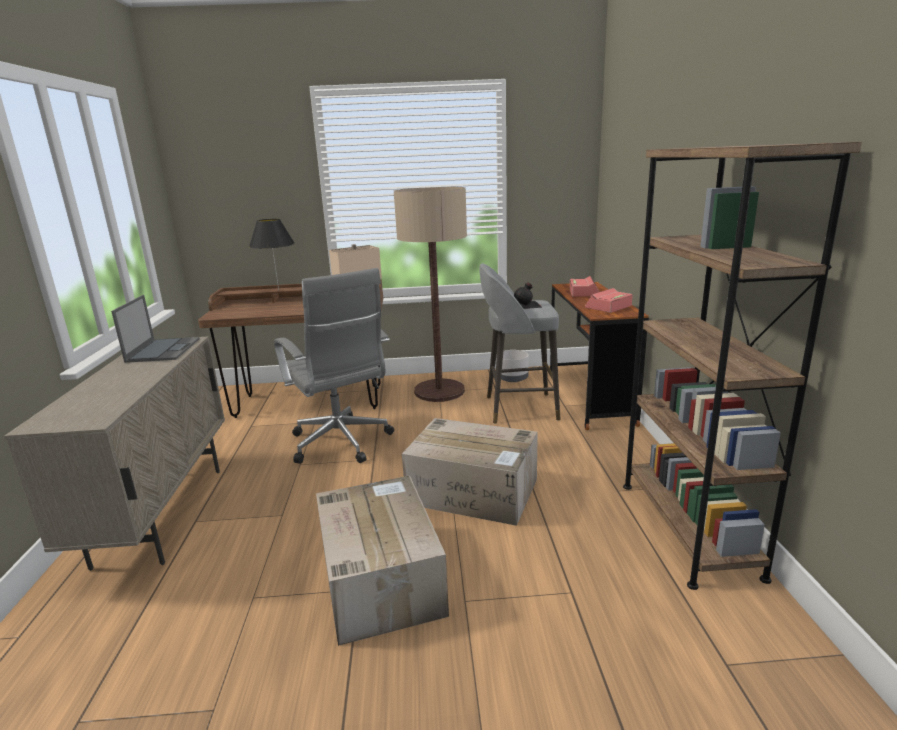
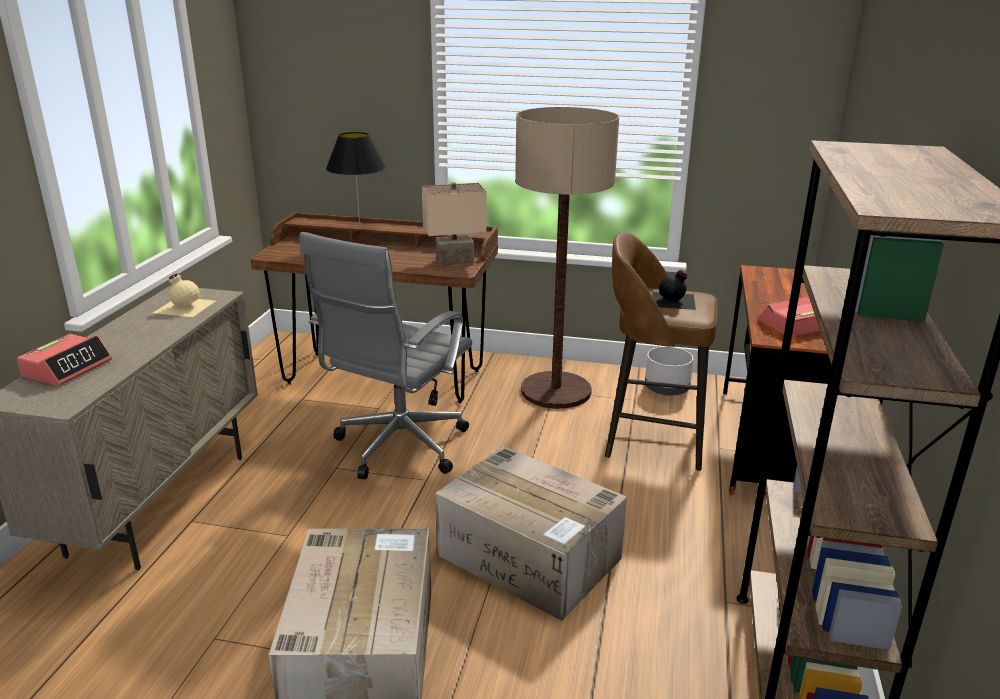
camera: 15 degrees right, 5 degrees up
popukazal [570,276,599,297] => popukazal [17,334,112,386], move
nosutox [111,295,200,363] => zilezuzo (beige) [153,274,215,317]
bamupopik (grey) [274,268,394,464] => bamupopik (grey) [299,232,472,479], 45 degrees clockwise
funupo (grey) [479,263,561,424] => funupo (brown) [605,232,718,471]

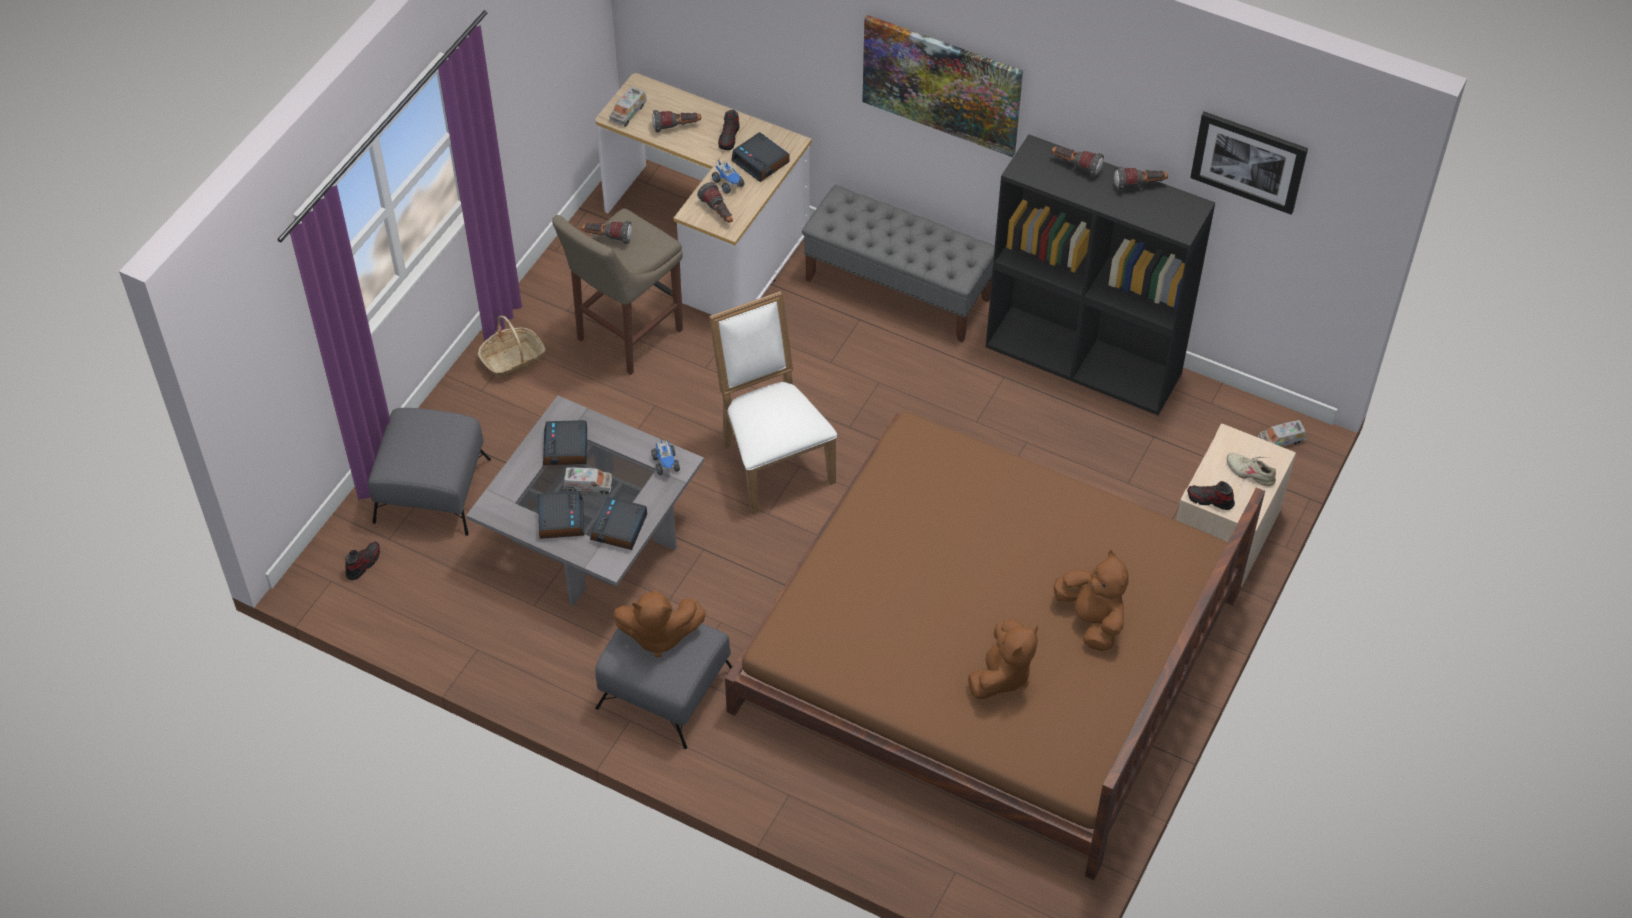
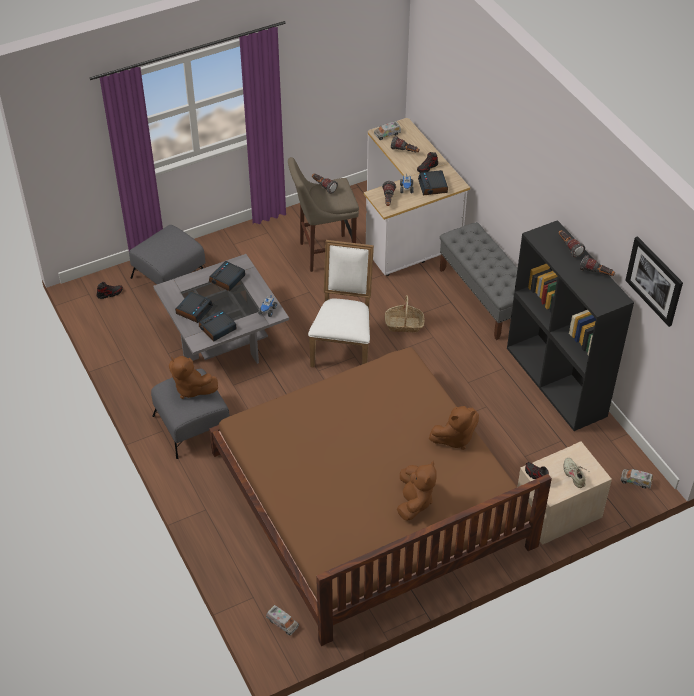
camera: 35 degrees right, 5 degrees down
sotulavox [563,467,612,495] => sotulavox [266,605,299,636], move
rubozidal [478,315,545,379] => rubozidal [385,295,425,333], move
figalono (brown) [968,619,1038,699] => figalono (brown) [429,406,479,450], move
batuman [862,15,1023,157] => nothing

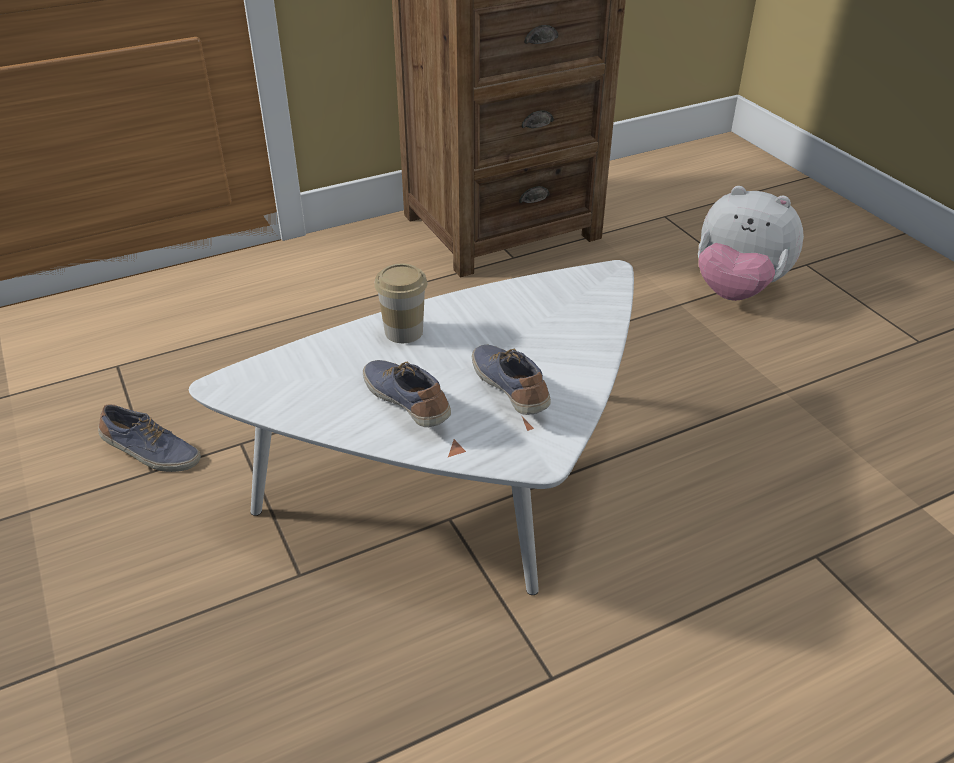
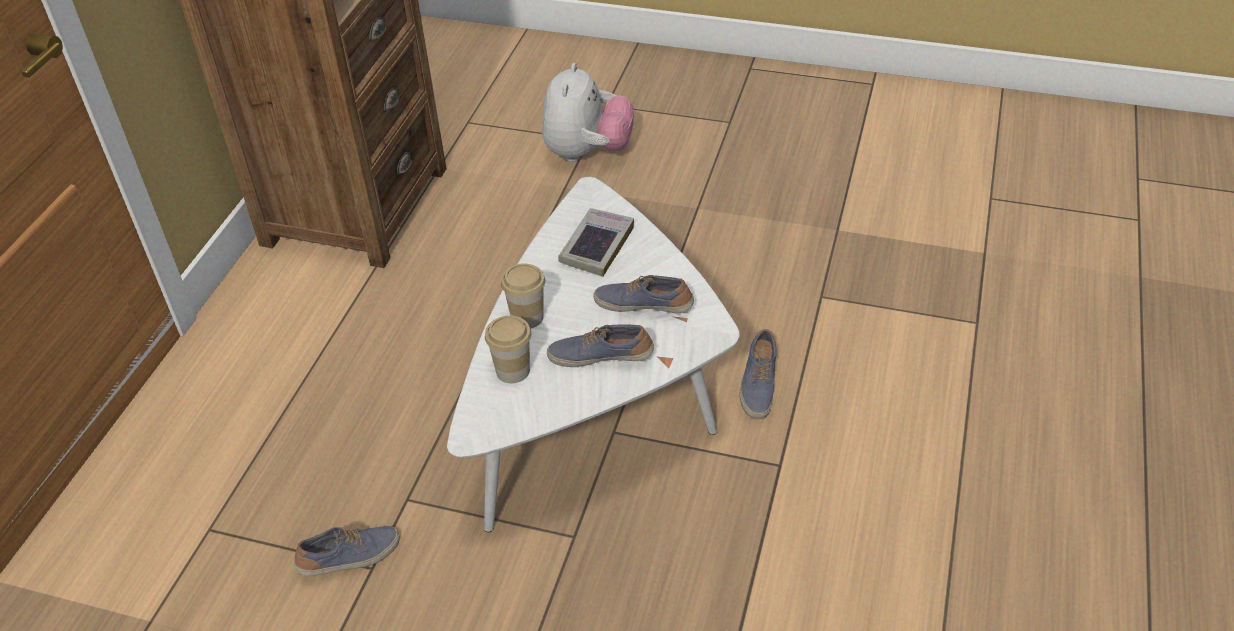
camera: 45 degrees left, 5 degrees up
nothing => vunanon [485,316,531,383]
figalono [698,186,804,301] => figalono [542,63,634,162], 60 degrees counterclockwise
nothing => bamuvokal [558,208,634,277]
nothing => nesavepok [739,329,777,419]

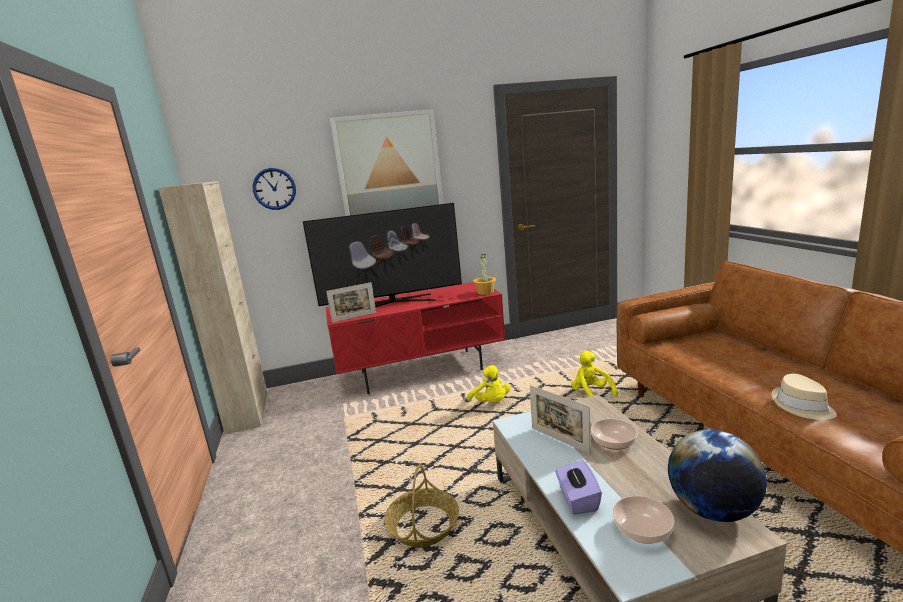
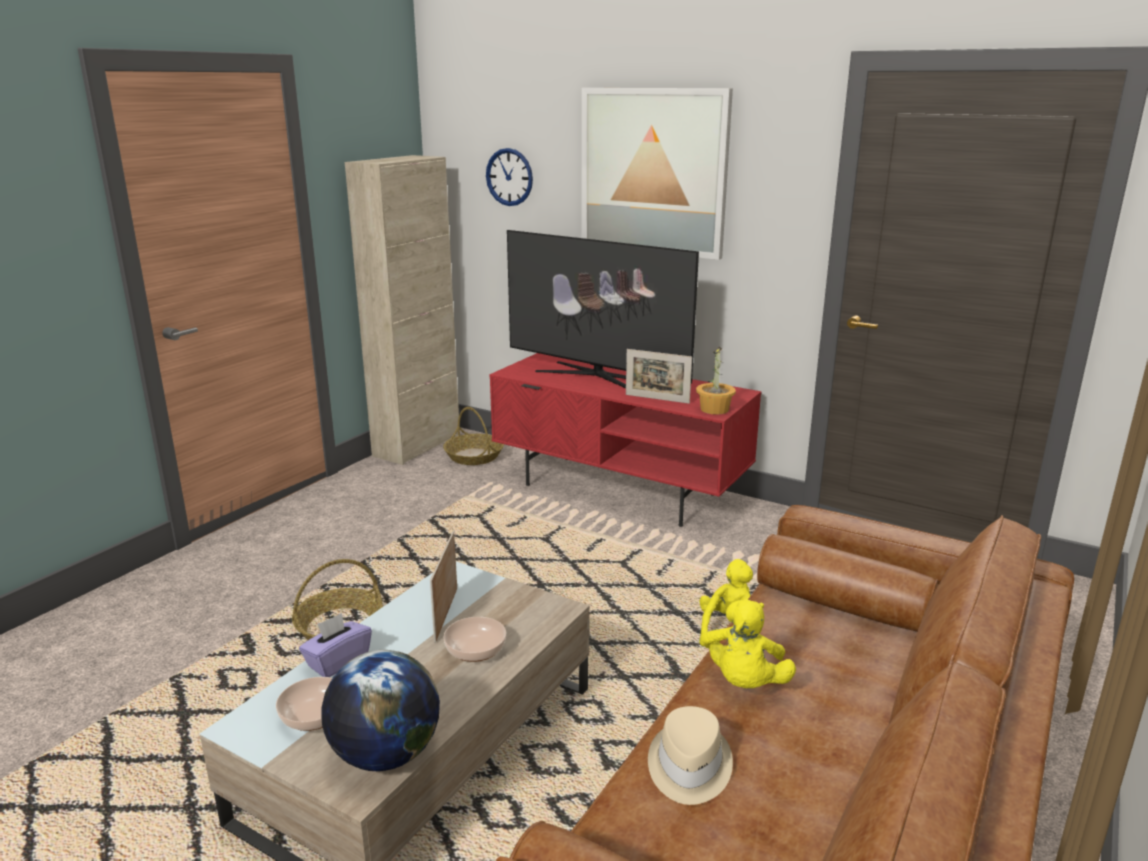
camera: 45 degrees right, 5 degrees up
nothing => rubozidal [443,407,504,465]
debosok [326,282,376,322] => debosok [626,349,692,404], move
figalono (yellow) [467,365,510,402] => figalono (yellow) [702,599,796,688], move

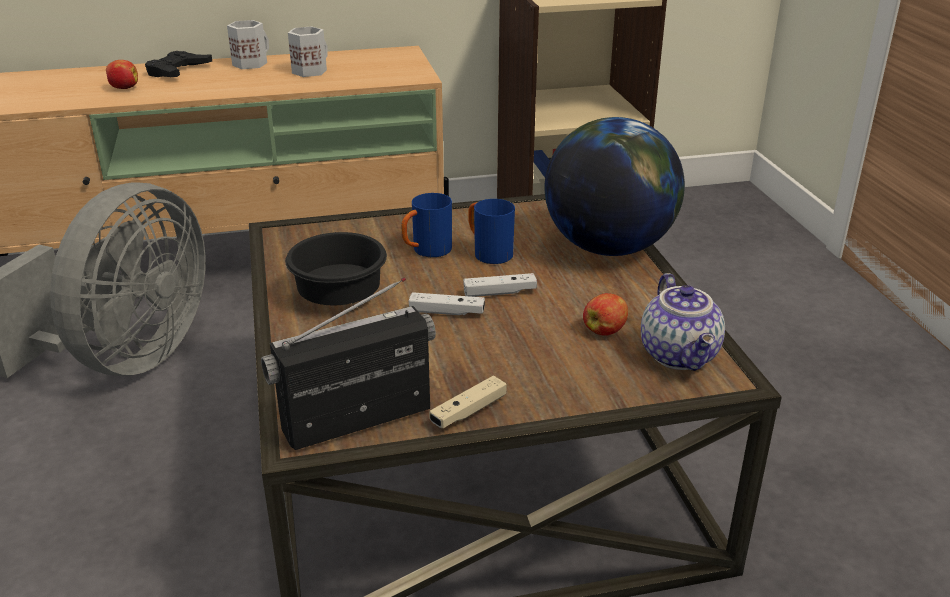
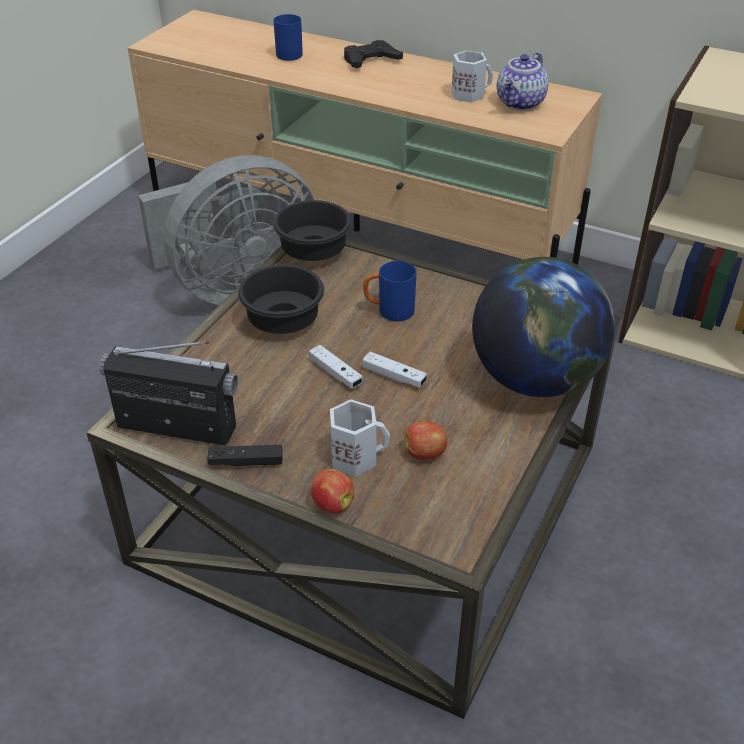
camera: 40 degrees right, 10 degrees up
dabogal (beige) [429,376,507,428] => dabogal (black) [208,445,283,466]
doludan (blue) [468,199,515,264] => doludan (blue) [273,14,303,61], move
nothing => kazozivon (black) [273,200,352,261]
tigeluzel [106,60,138,89] => tigeluzel [311,469,354,513], move
doludan (white) [227,20,269,69] => doludan (white) [330,399,390,477], move
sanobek [641,273,725,371] => sanobek [497,52,549,111], move

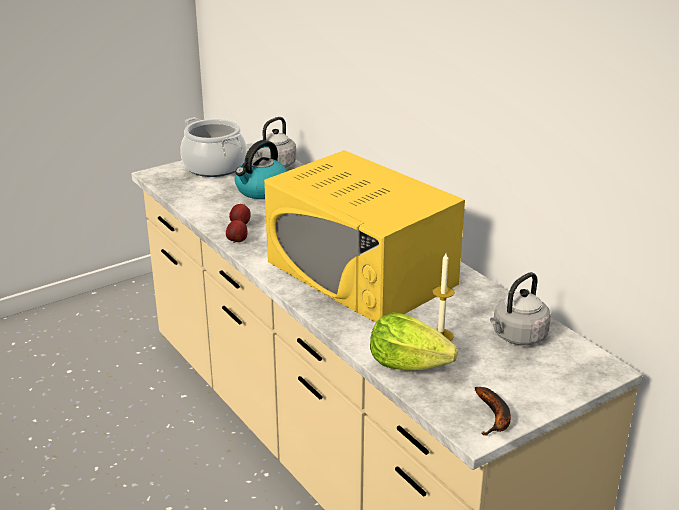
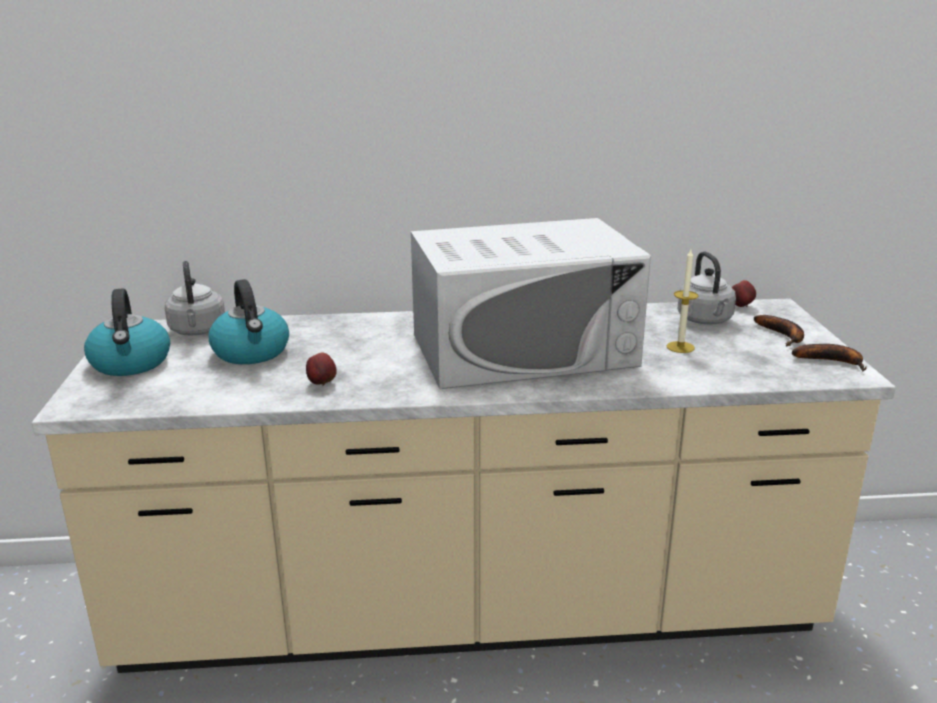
camera: 60 degrees left, 5 degrees down
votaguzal [180,117,247,177] => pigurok [84,288,170,376]
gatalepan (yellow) [264,150,465,323] => gatalepan (white) [411,218,651,389]
tigeluzel [226,220,248,243] => tigeluzel [732,280,756,307], move
nothing => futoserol [754,315,804,347]
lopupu [370,312,458,370] => nothing

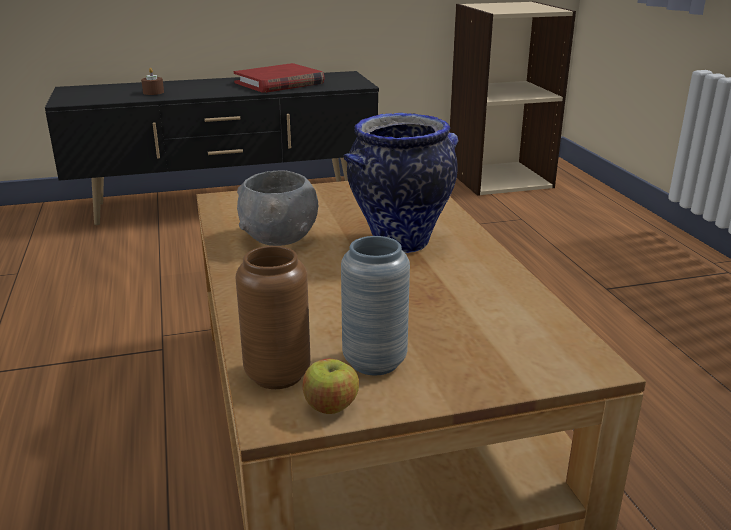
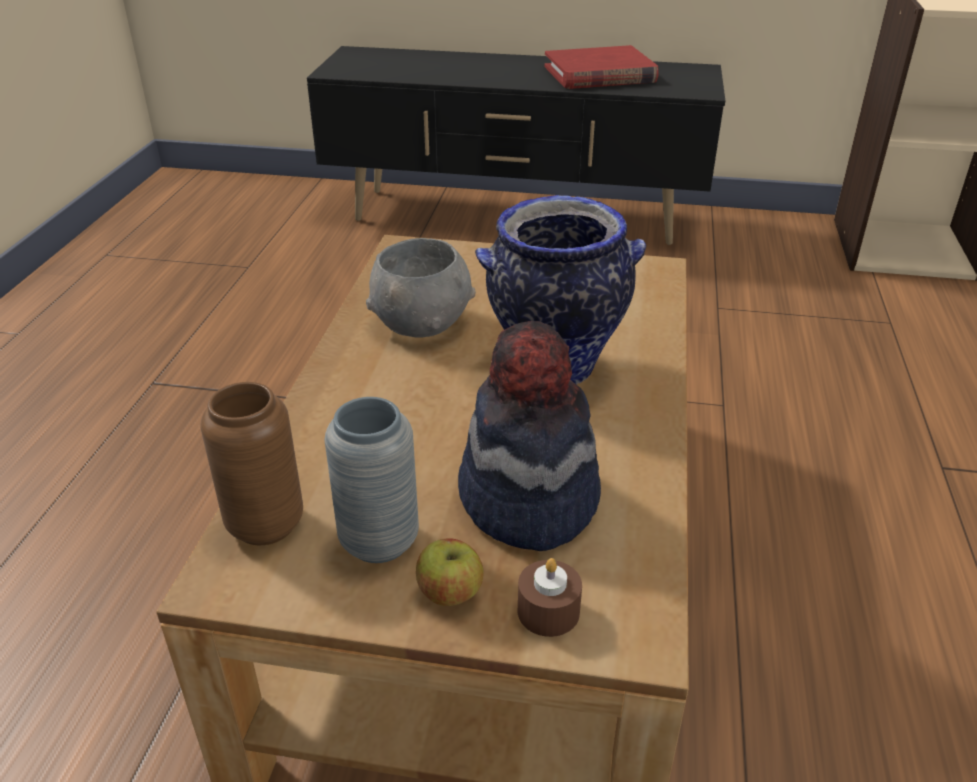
camera: 25 degrees right, 10 degrees up
tigeluzel [303,359,359,414] => tigeluzel [416,538,484,606], move
nothing => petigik [458,321,601,551]
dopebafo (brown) [141,68,164,95] => dopebafo (brown) [518,558,582,637], move

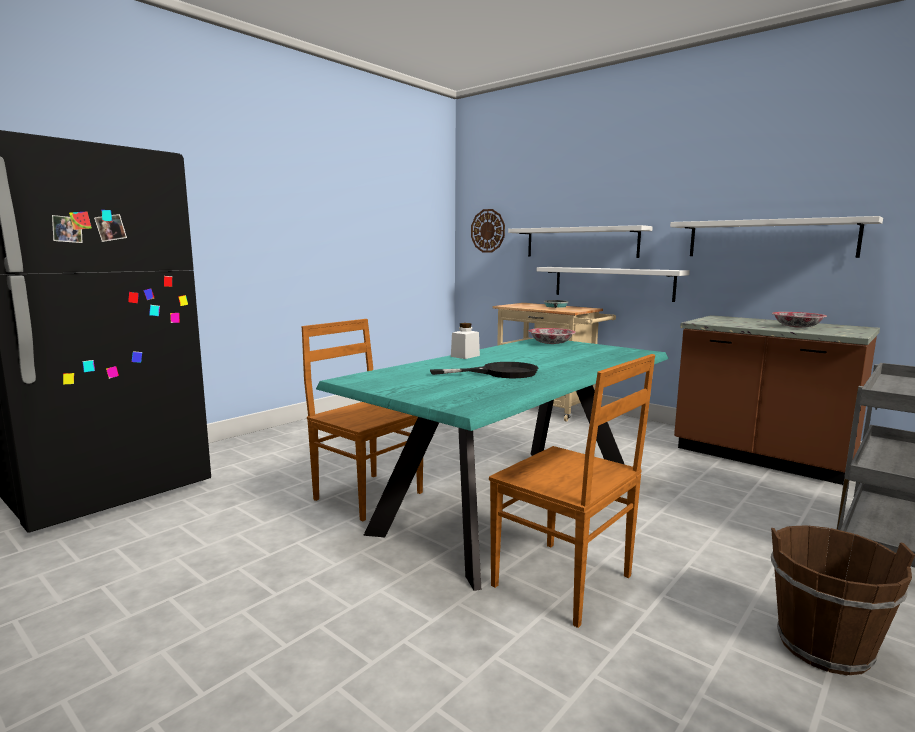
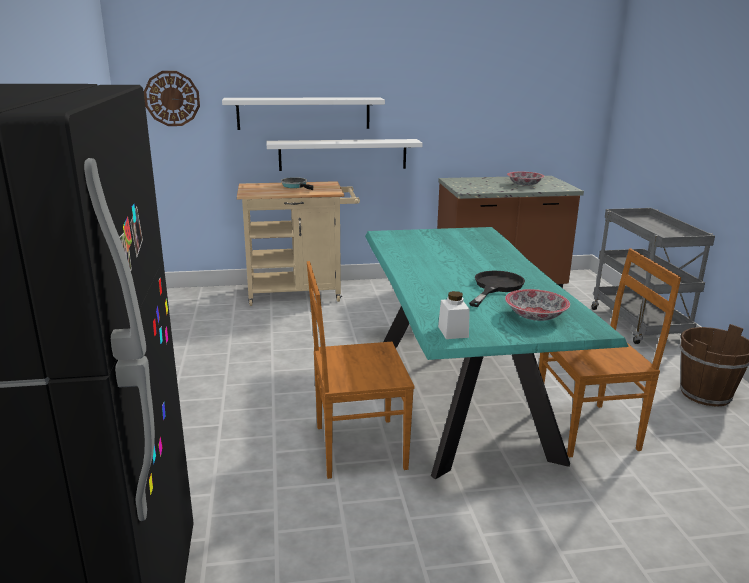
camera: 50 degrees left, 10 degrees up
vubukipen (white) [451,323,480,359] => vubukipen (white) [438,291,470,339], move
kazozivon [528,328,576,344] => kazozivon [505,289,570,321], move
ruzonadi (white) [670,216,883,258] => nothing

